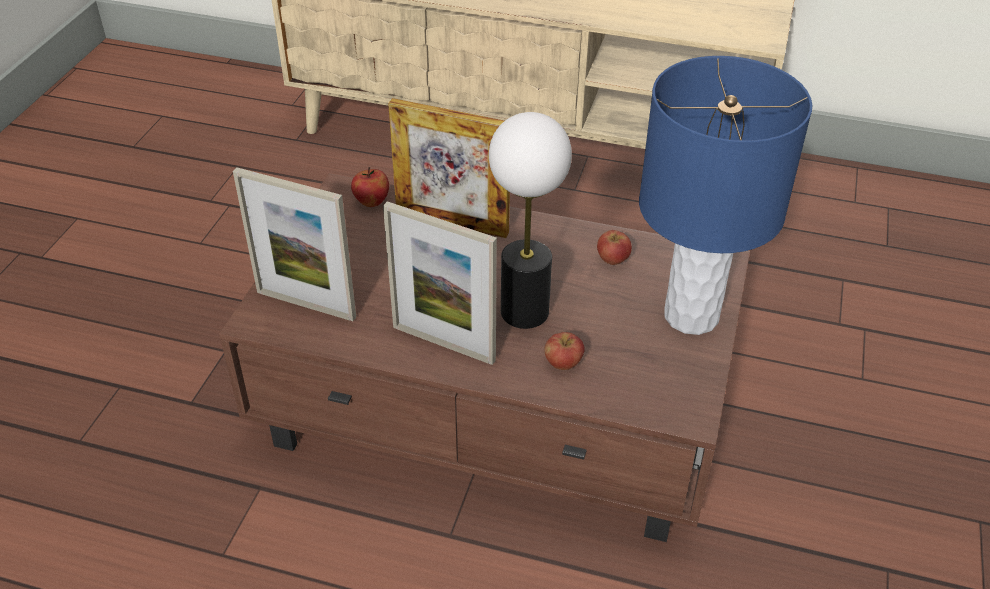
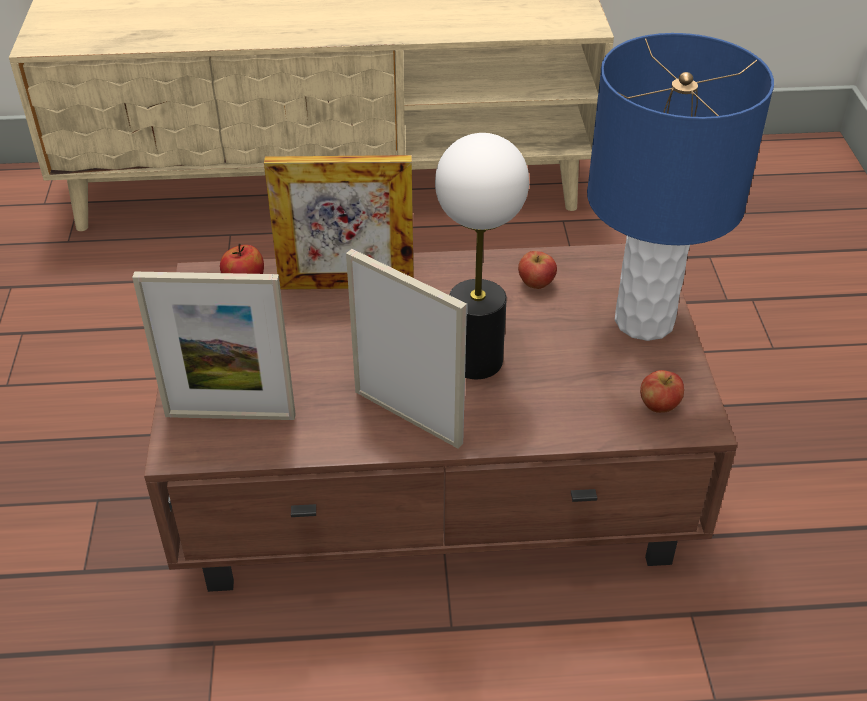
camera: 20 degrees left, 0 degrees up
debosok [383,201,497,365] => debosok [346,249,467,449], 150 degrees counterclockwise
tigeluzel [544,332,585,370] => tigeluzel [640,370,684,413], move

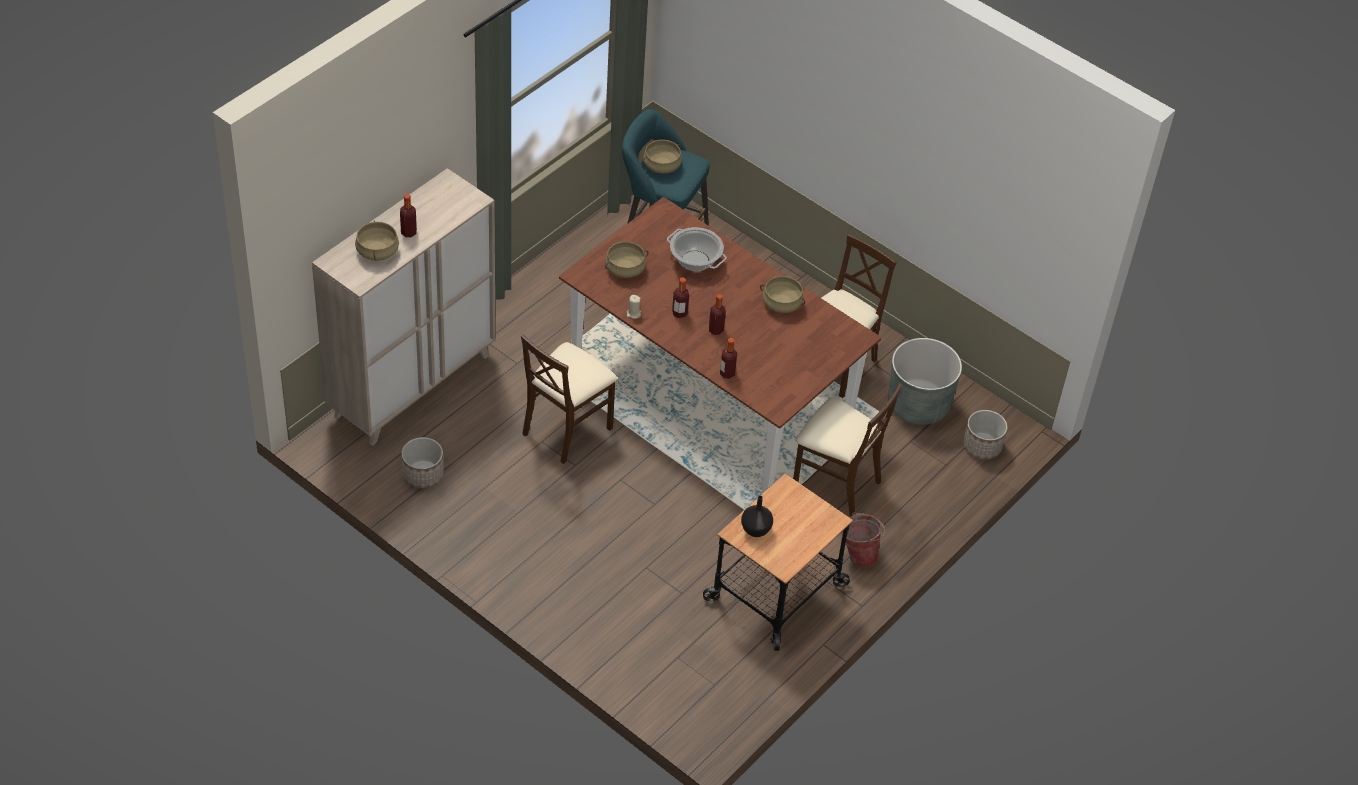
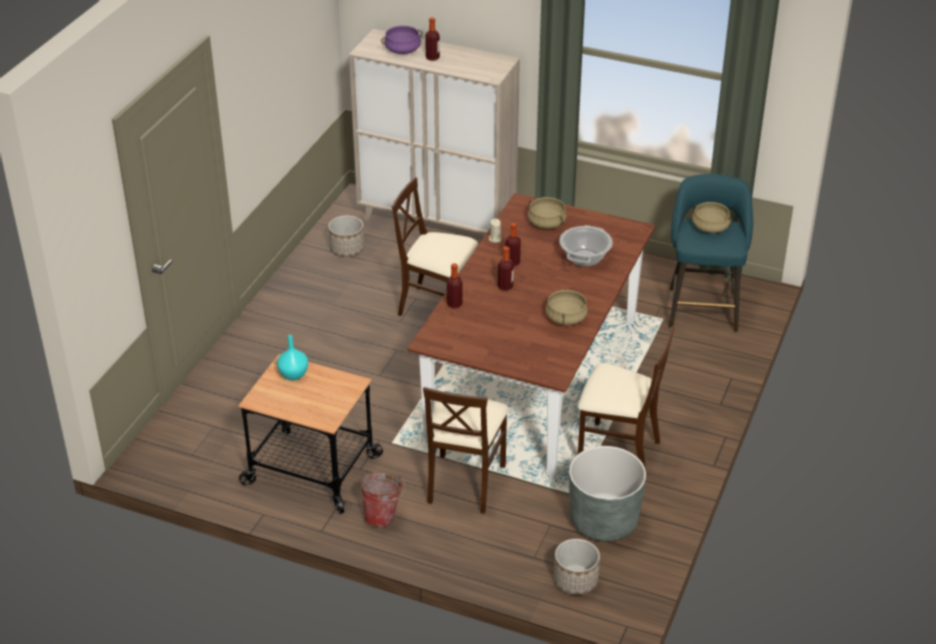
camera: 75 degrees right, 10 degrees down
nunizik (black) [741,496,773,537] => nunizik (turquoise) [277,335,308,380]
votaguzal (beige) [355,220,399,261] => votaguzal (purple) [381,26,422,54]

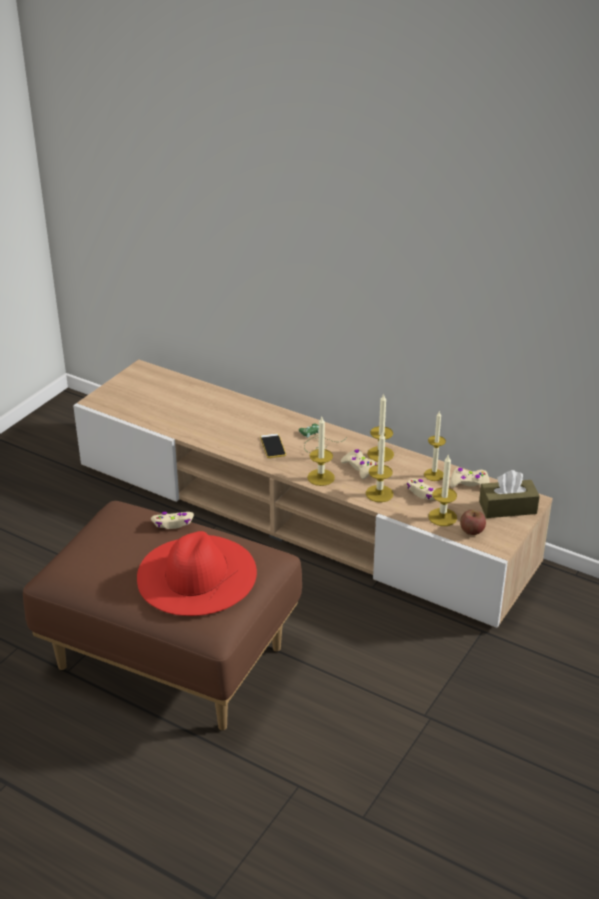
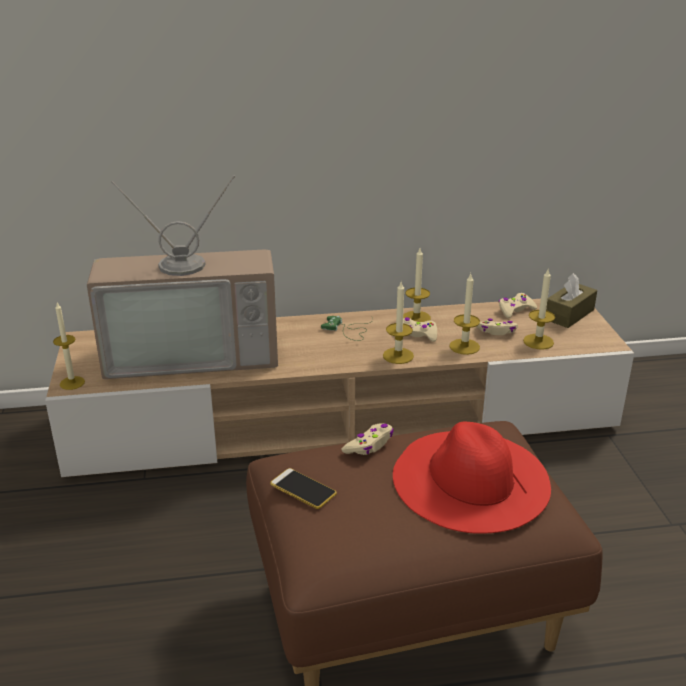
camera: 40 degrees left, 5 degrees down
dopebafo [424,411,446,481] => dopebafo [53,303,85,390], move
nothing => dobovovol [87,176,278,379]
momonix [260,433,286,458] => momonix [270,468,337,509], move
tigeluzel [460,510,486,535] => nothing

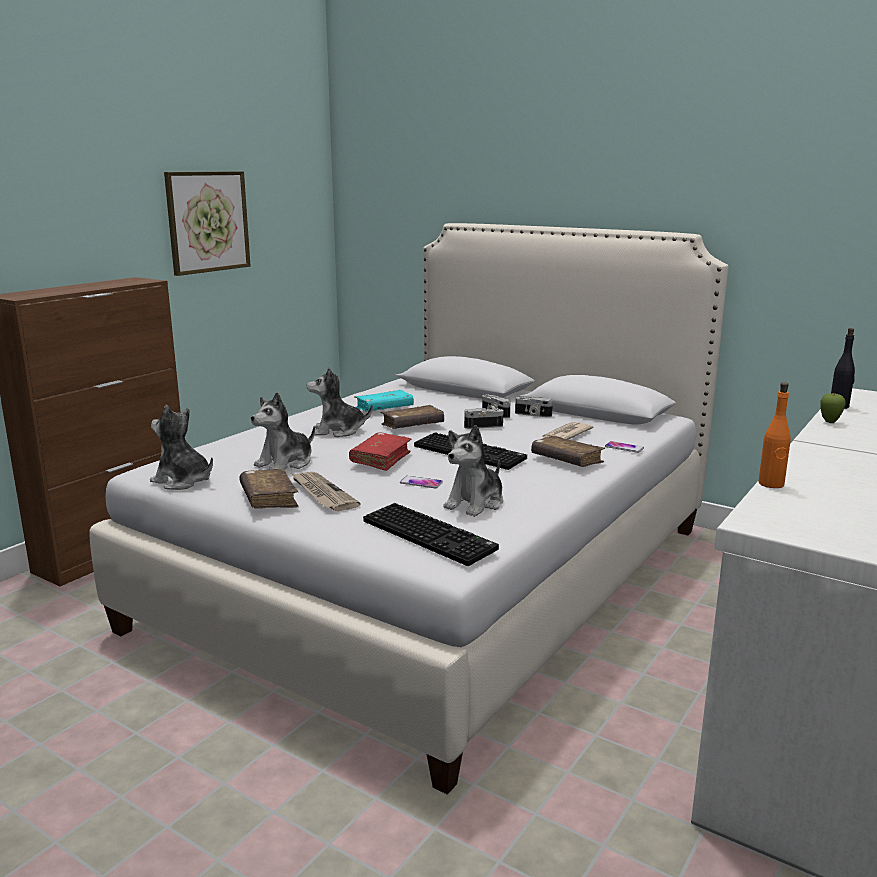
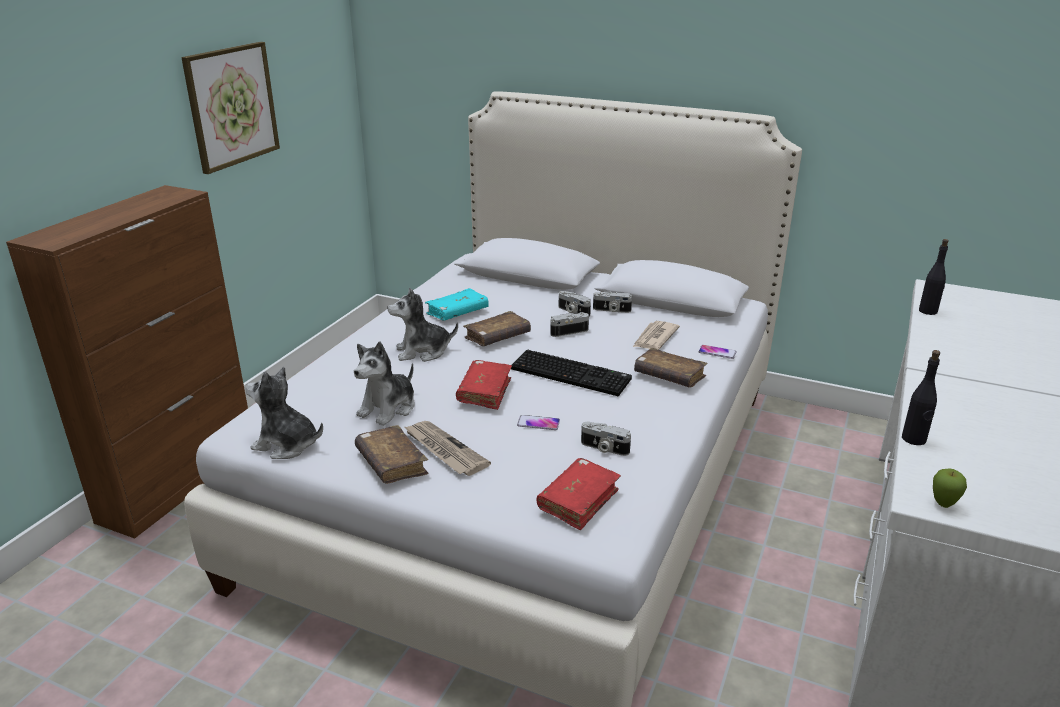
camera: 10 degrees left, 10 degrees up
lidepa [363,503,499,566] => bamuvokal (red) [537,458,621,530]
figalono [443,425,503,517] => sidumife [581,422,631,456]
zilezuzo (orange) [758,382,791,488] => zilezuzo (black) [902,350,940,445]
tigeluzel [820,393,846,423] => tigeluzel [933,468,967,508], move

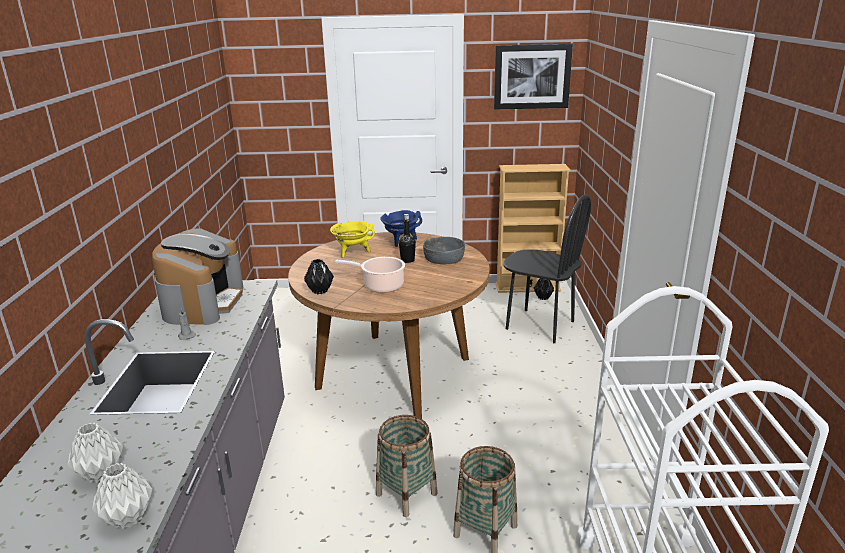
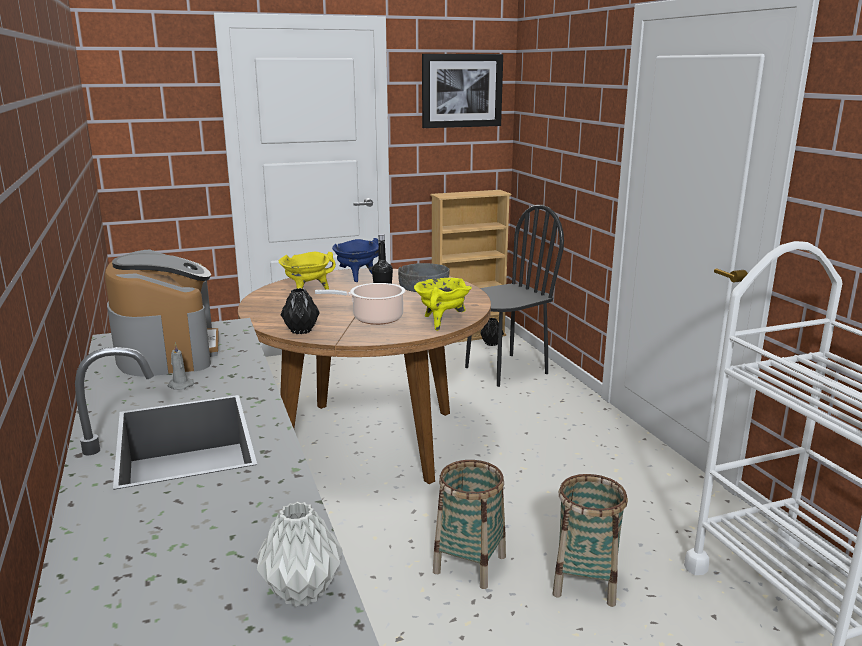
camera: 20 degrees left, 5 degrees down
nothing => votaguzal (yellow) [414,278,472,331]
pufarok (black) [503,194,591,343] => pufarok (black) [465,205,564,387], 45 degrees counterclockwise
nunizik (grey) [68,422,123,483] => nothing

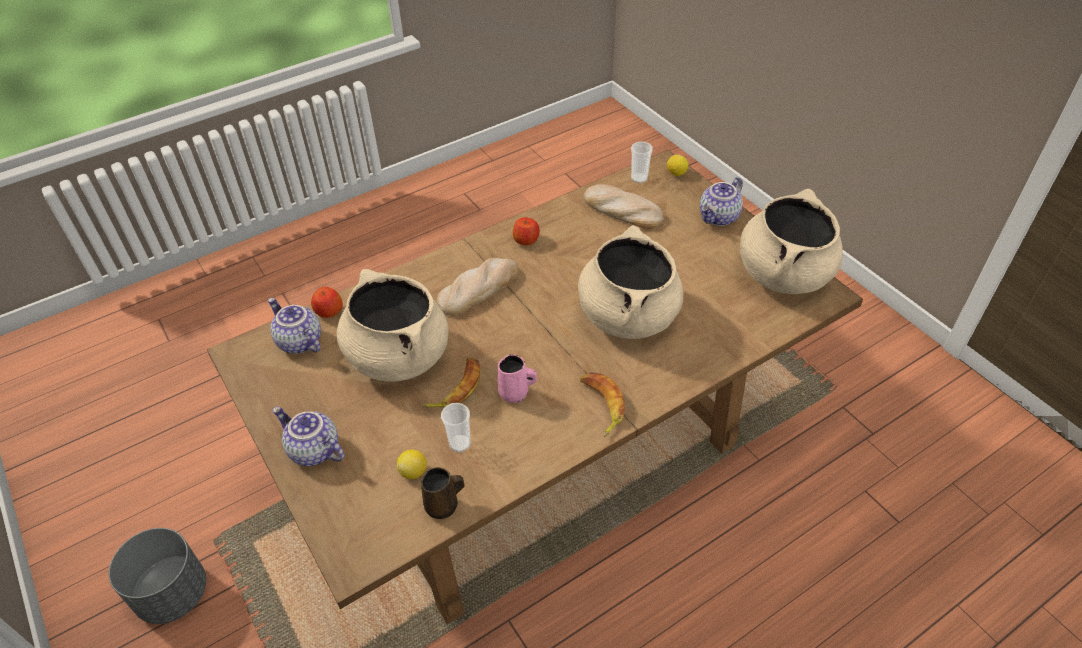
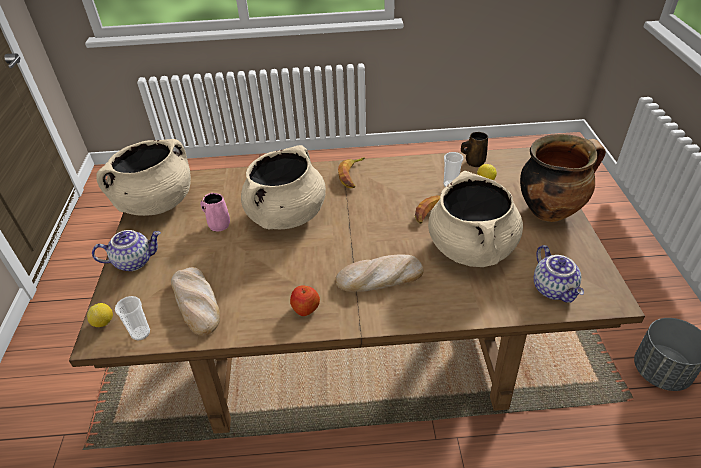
camera: 150 degrees left, 5 degrees down
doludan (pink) [497,354,537,403] => doludan (pink) [200,193,230,232], move
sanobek [272,407,345,466] => votaguzal [520,134,606,222]
tigeluzel [311,287,343,318] => nothing

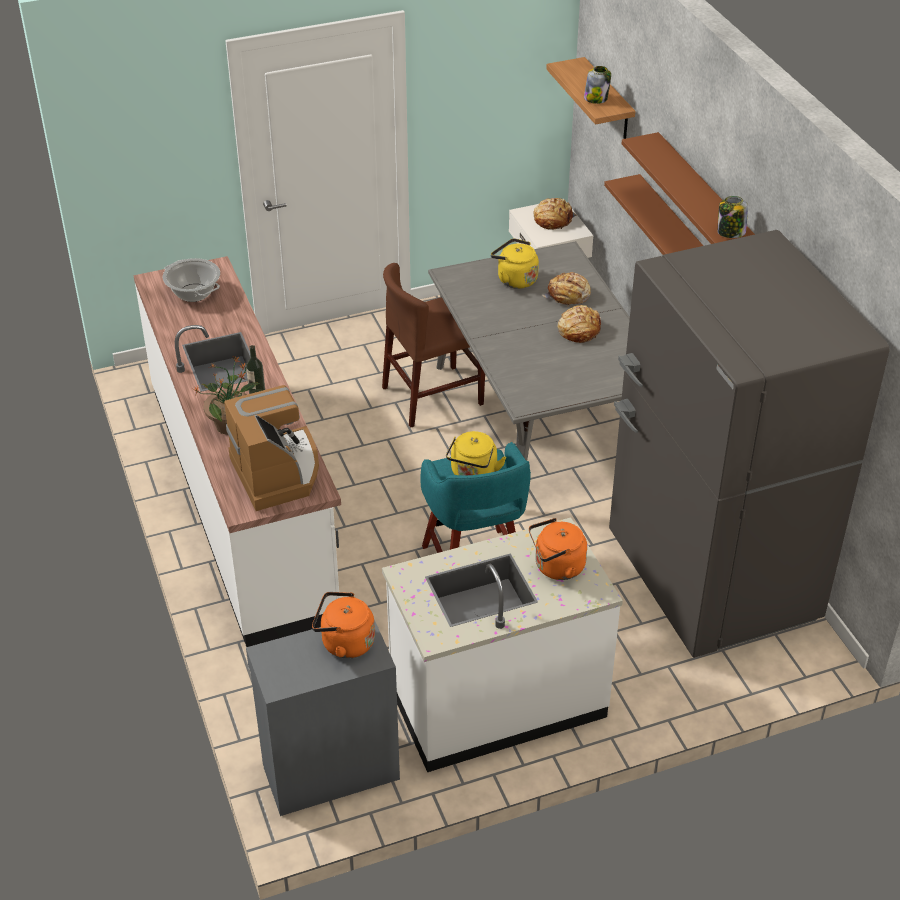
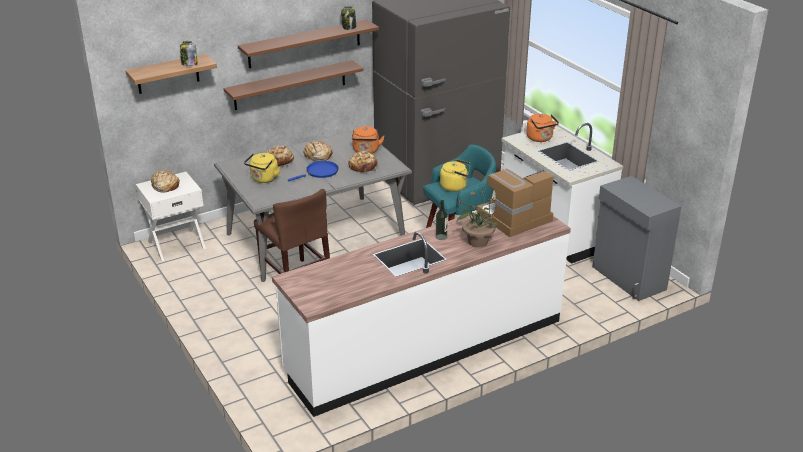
camera: 100 degrees left, 10 degrees down
nothing => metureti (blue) [288,161,339,182]
nothing => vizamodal [348,151,378,173]
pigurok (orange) [312,592,375,659] => pigurok (orange) [352,126,385,154], move
votaguzal [163,258,220,302] => nothing

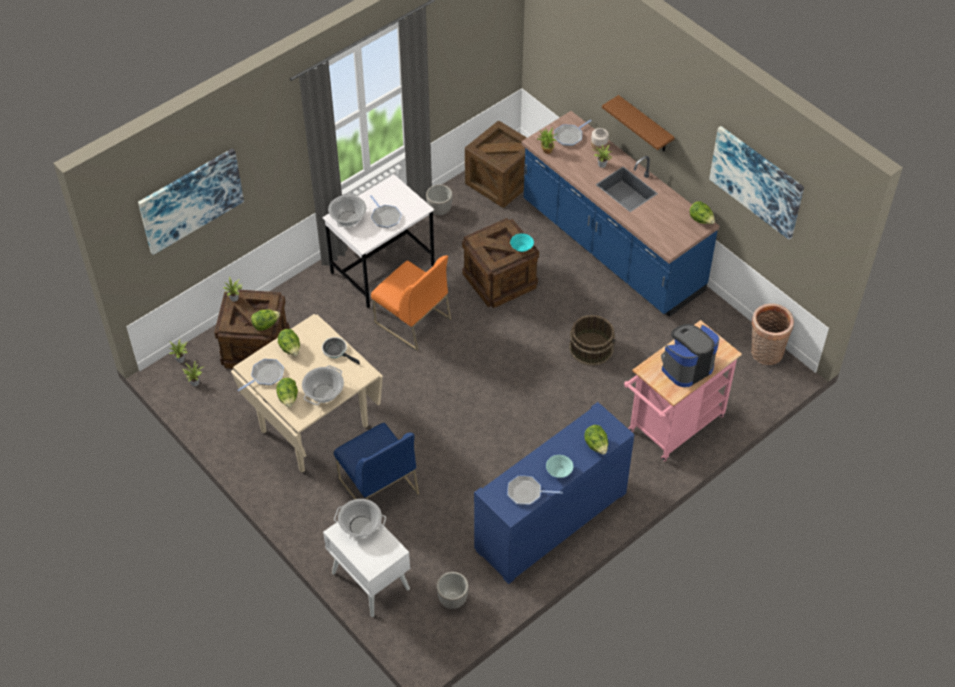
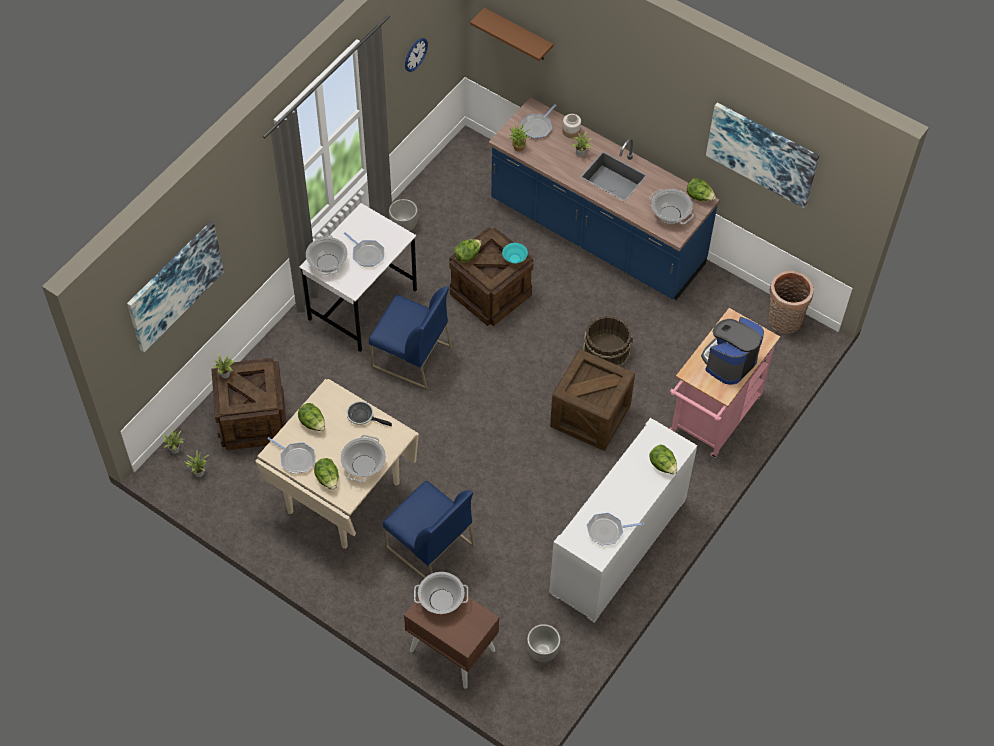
camera: 15 degrees left, 5 degrees up
metureti [238,359,284,391] => metureti [267,437,315,474], 90 degrees clockwise
pufarok (orange) [371,255,451,351] => pufarok (blue) [369,286,452,390]
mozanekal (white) [323,522,410,617] => mozanekal (brown) [404,594,500,689]
nothing => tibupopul [405,38,428,72]
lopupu [251,309,280,331] => lopupu [454,239,482,263], move
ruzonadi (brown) [602,95,675,151] => ruzonadi (brown) [470,8,553,61], move
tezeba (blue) [474,402,635,584] => tezeba (white) [549,418,697,623]
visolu [465,121,527,208] => visolu [550,349,635,451], move
nothing => votaguzal [650,189,694,224]
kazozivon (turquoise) [546,455,573,478] => nothing

